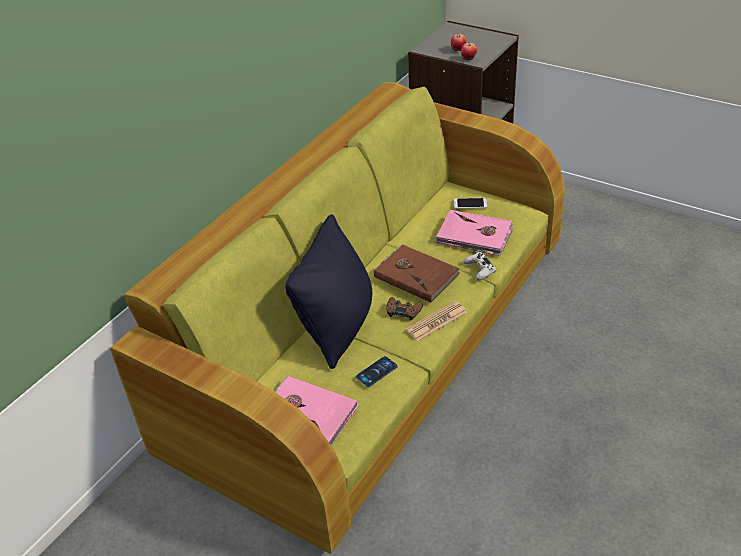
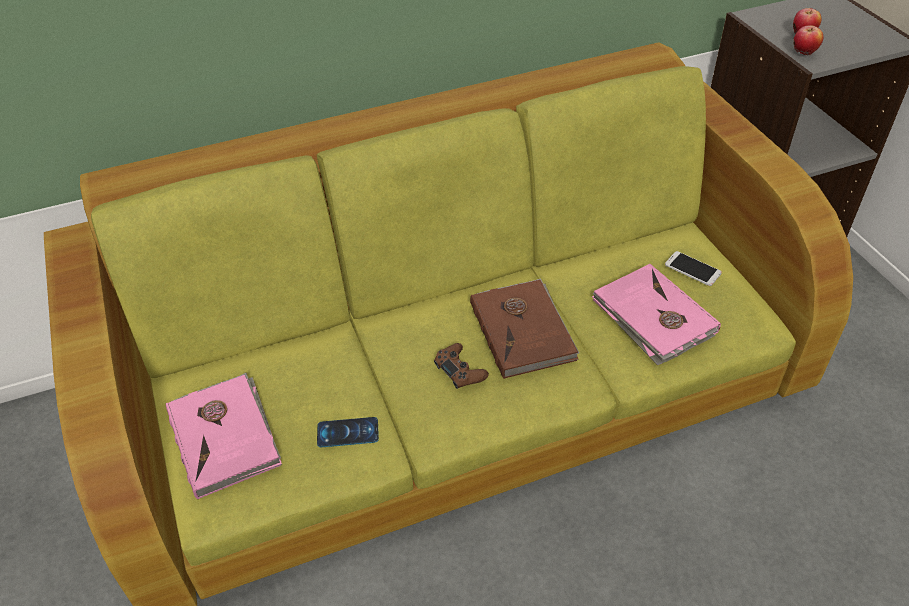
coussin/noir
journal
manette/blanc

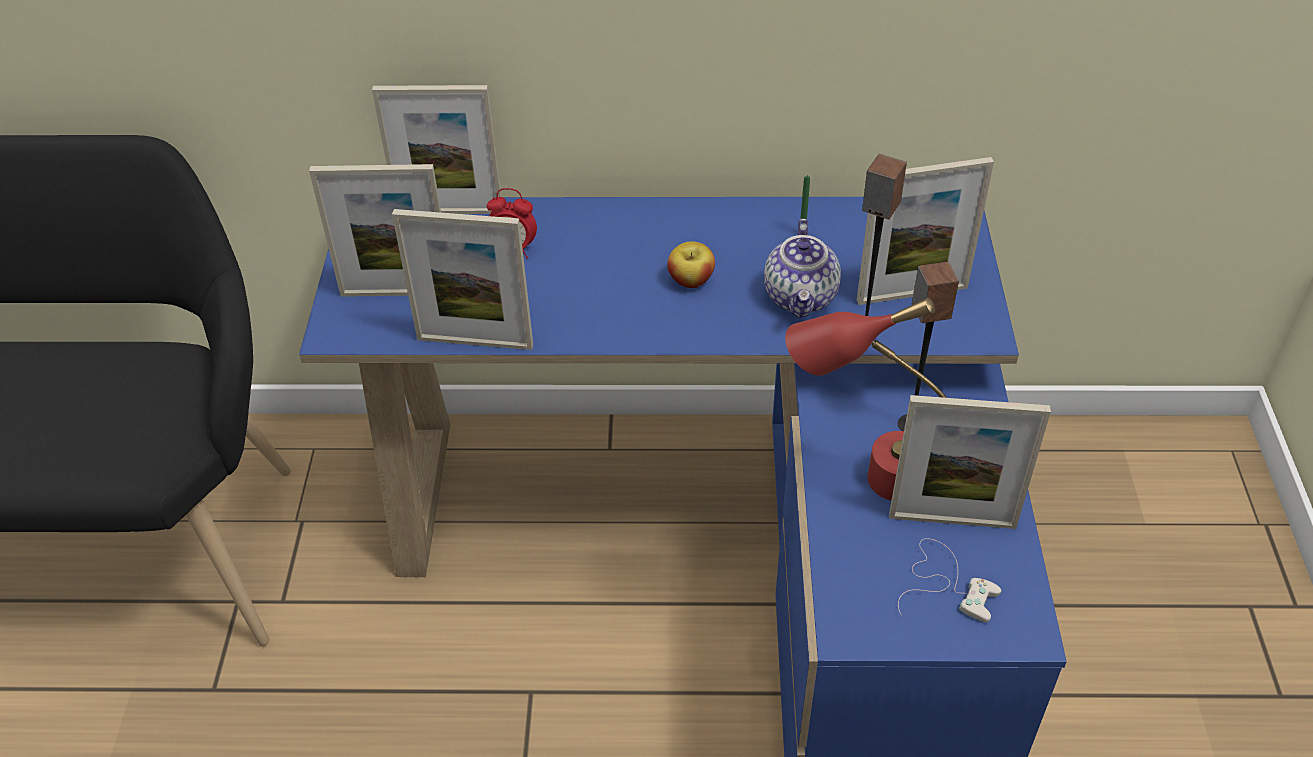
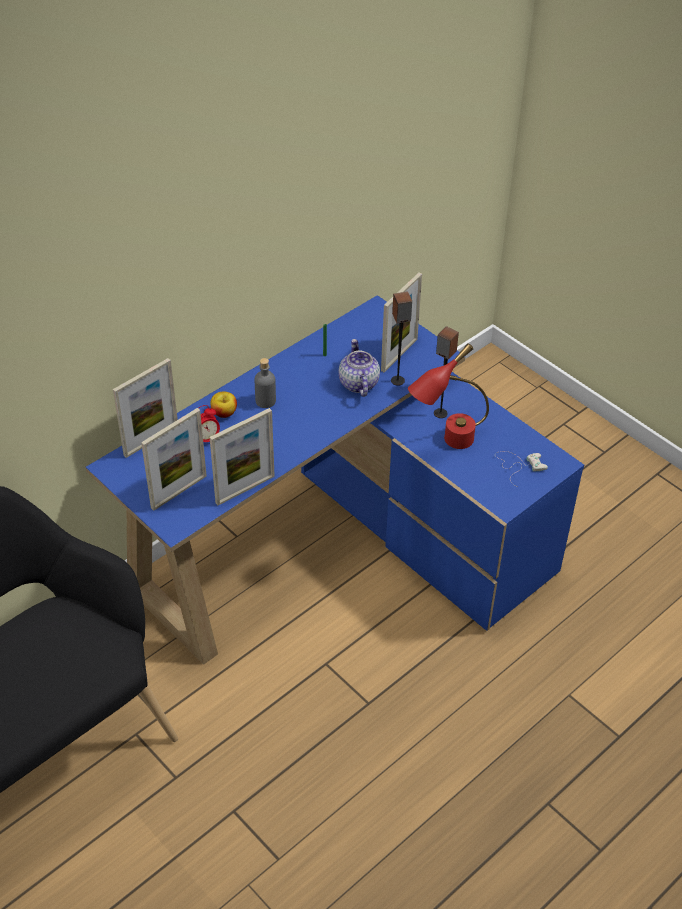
cadre photo (5th from left in the first image)
bouteille/gris
pomme
théière

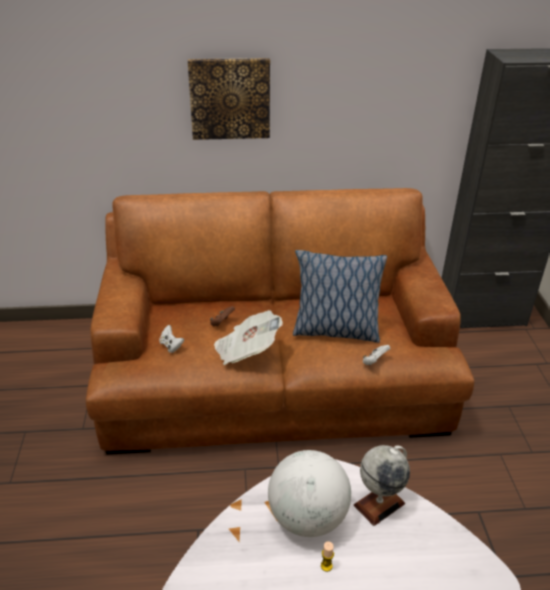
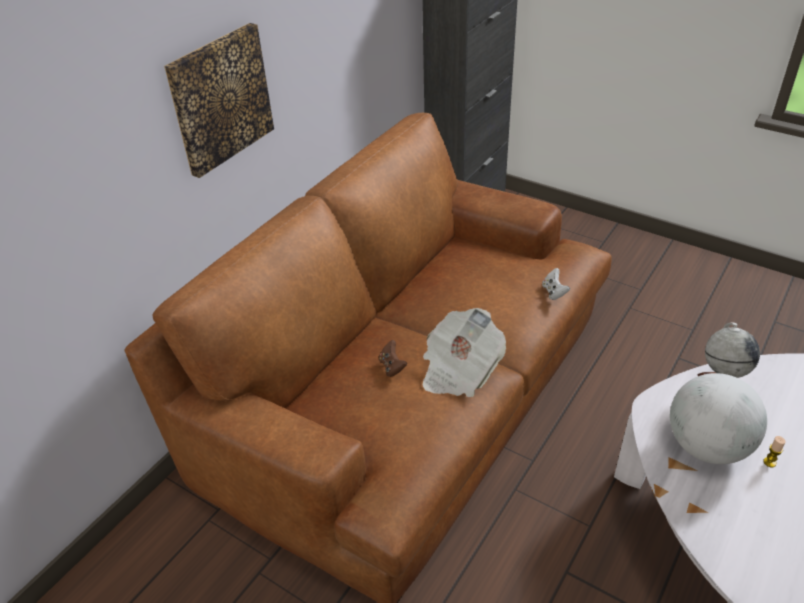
manette/blanc (1st from left in the first image)
coussin

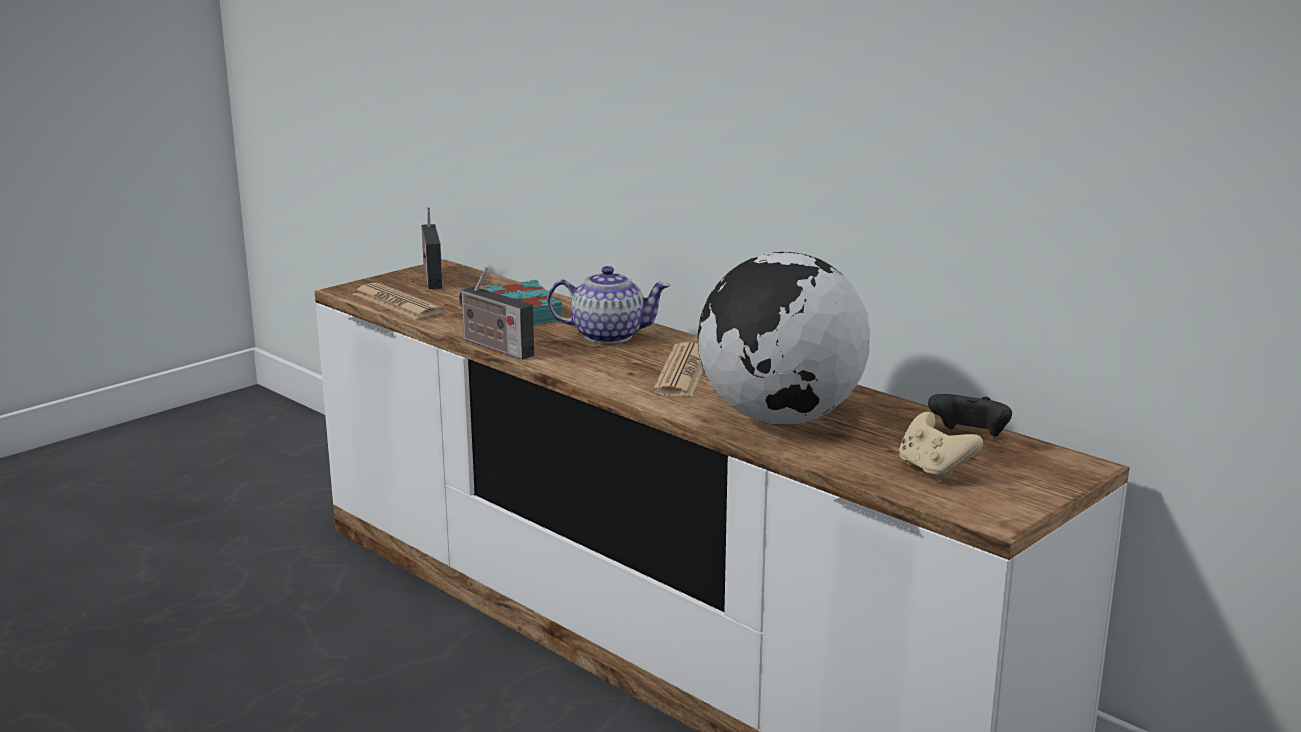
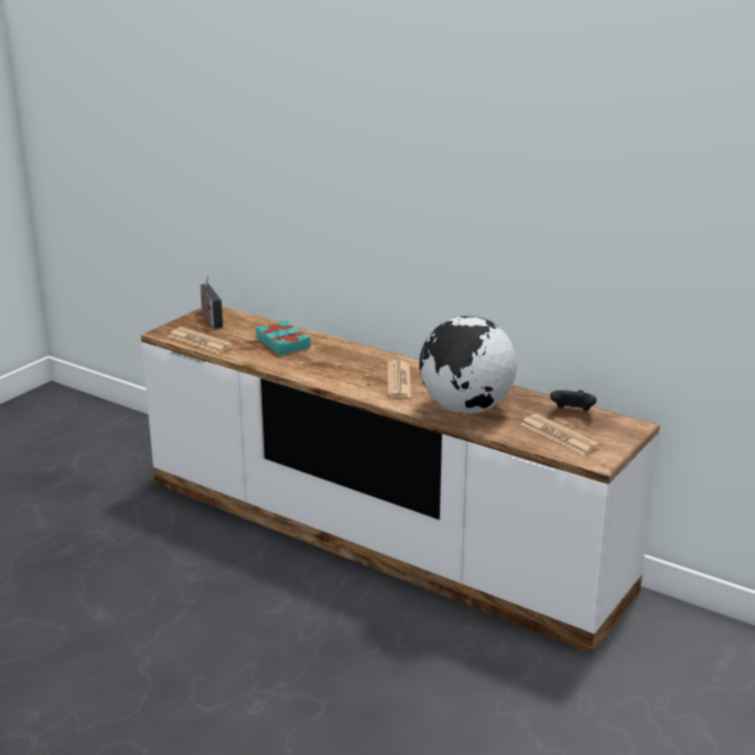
radio (2nd from left in the first image)
théière
journal (3rd from left)

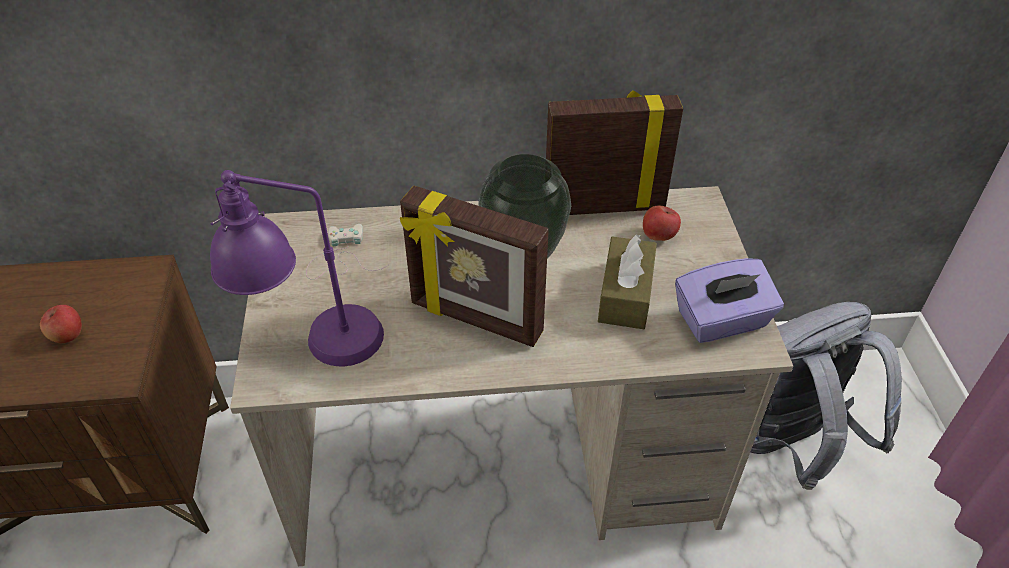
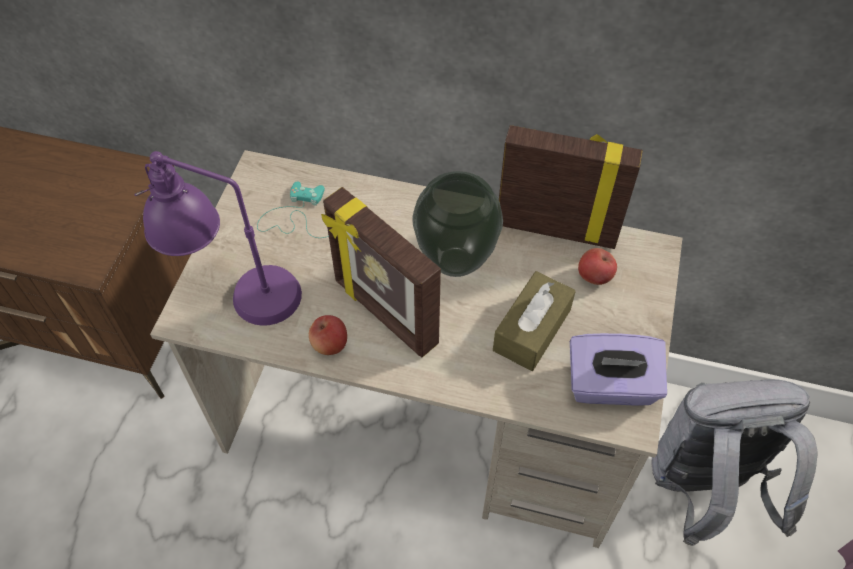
pomme (1st from left)
manette/turquoise

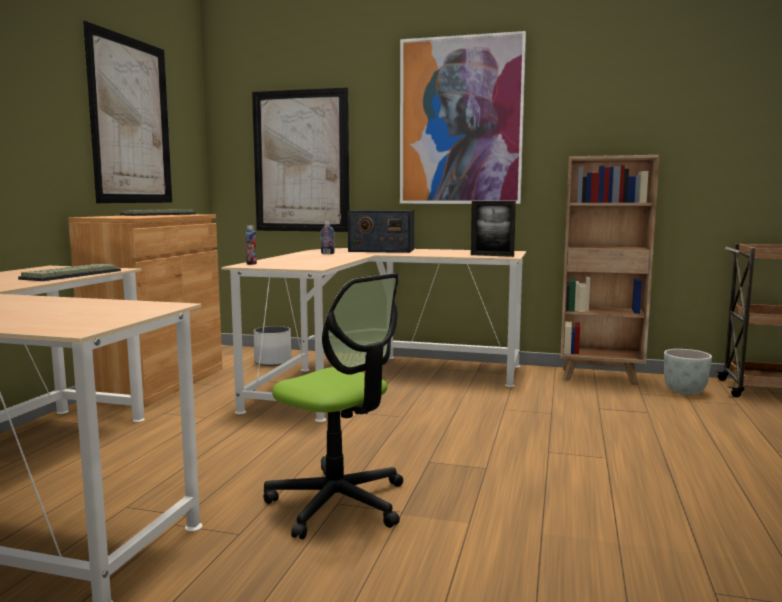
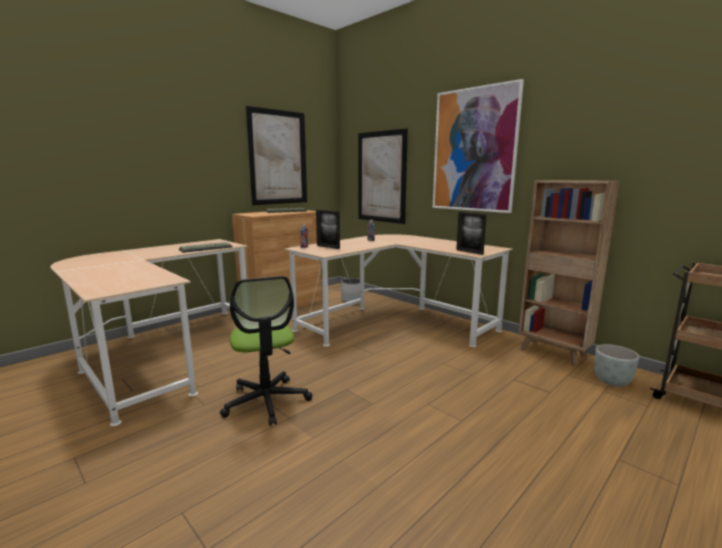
radio
cadre photo (1st from left)

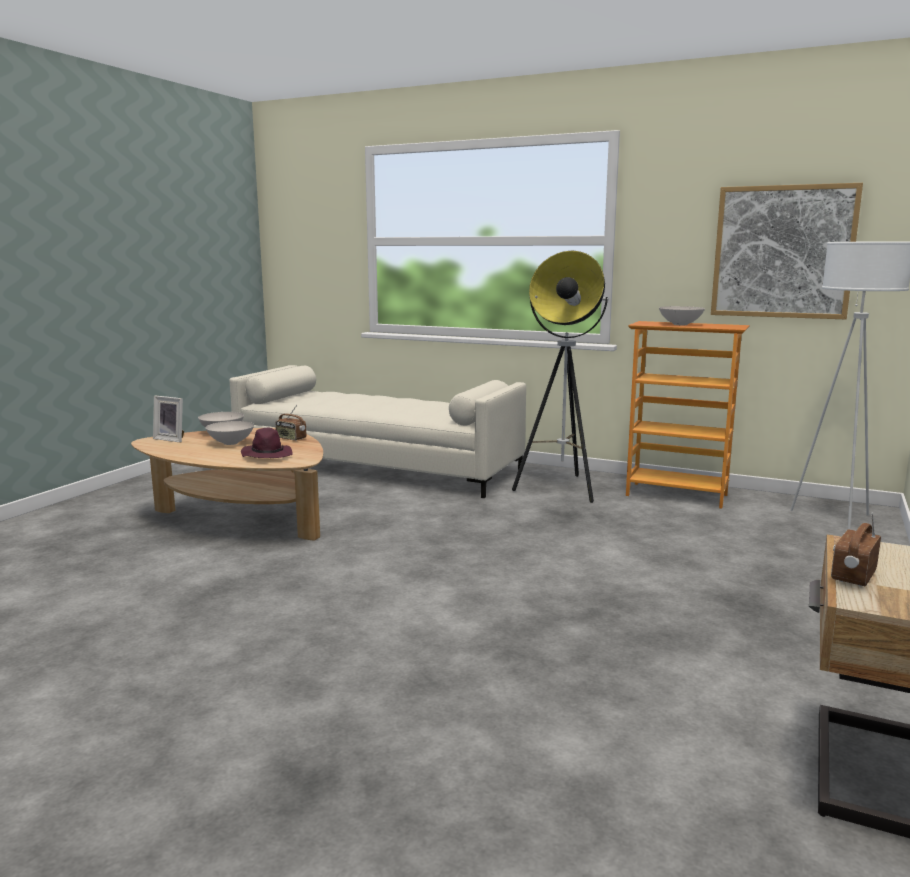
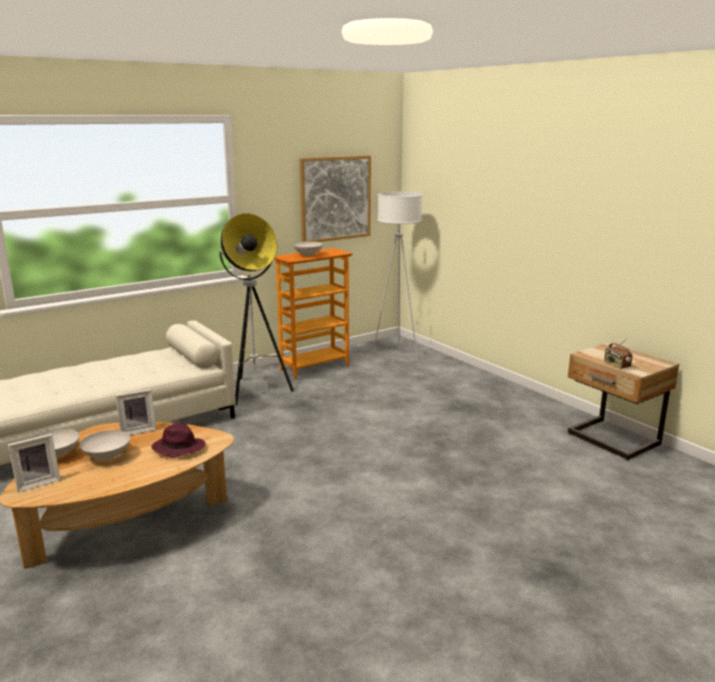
cadre photo (2nd from left)

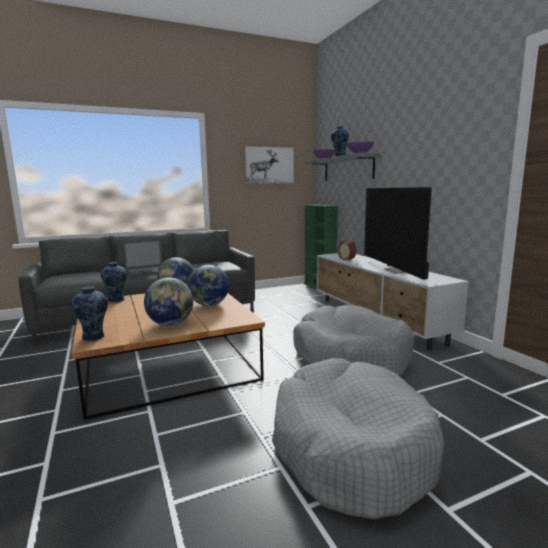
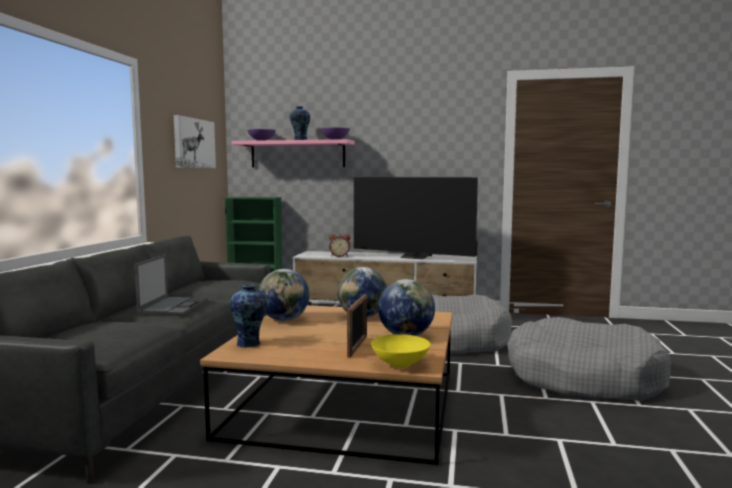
cadre photo
bol/jaune
étagère/rose

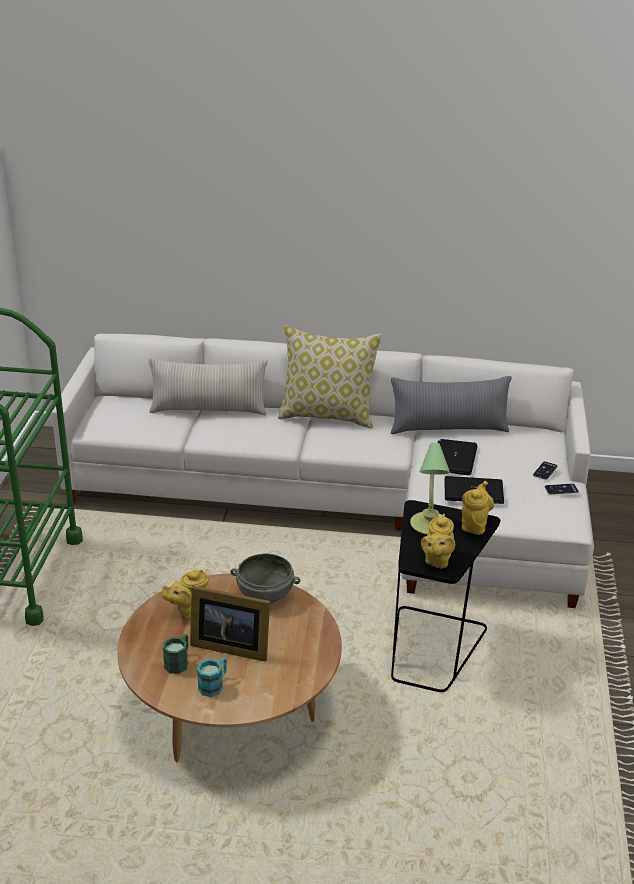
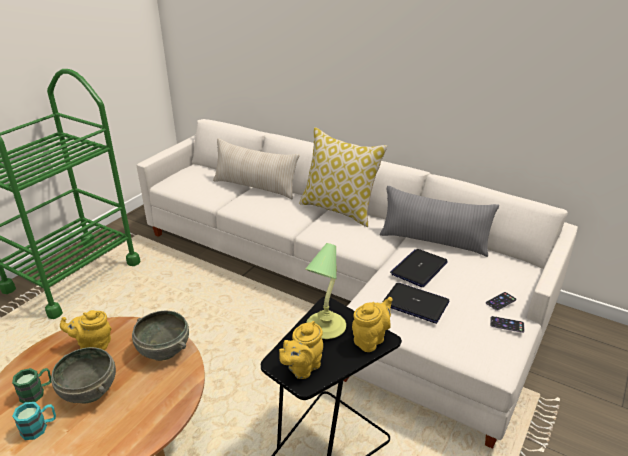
bol/gris (1st from left)

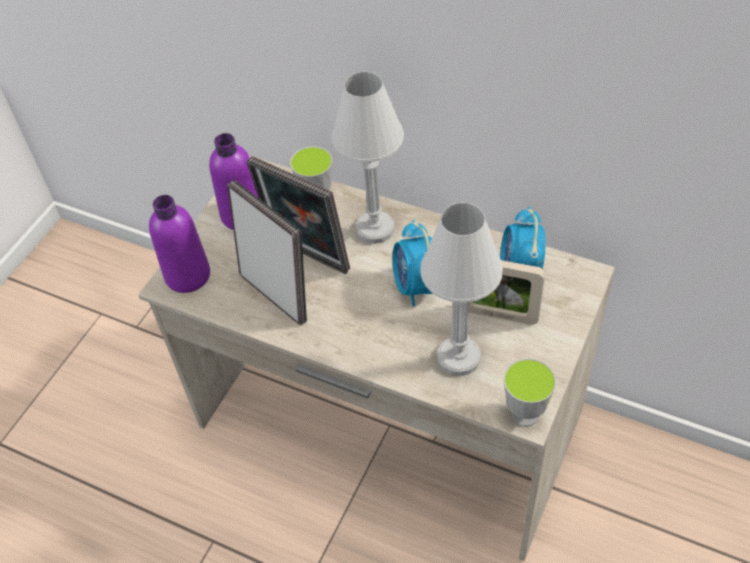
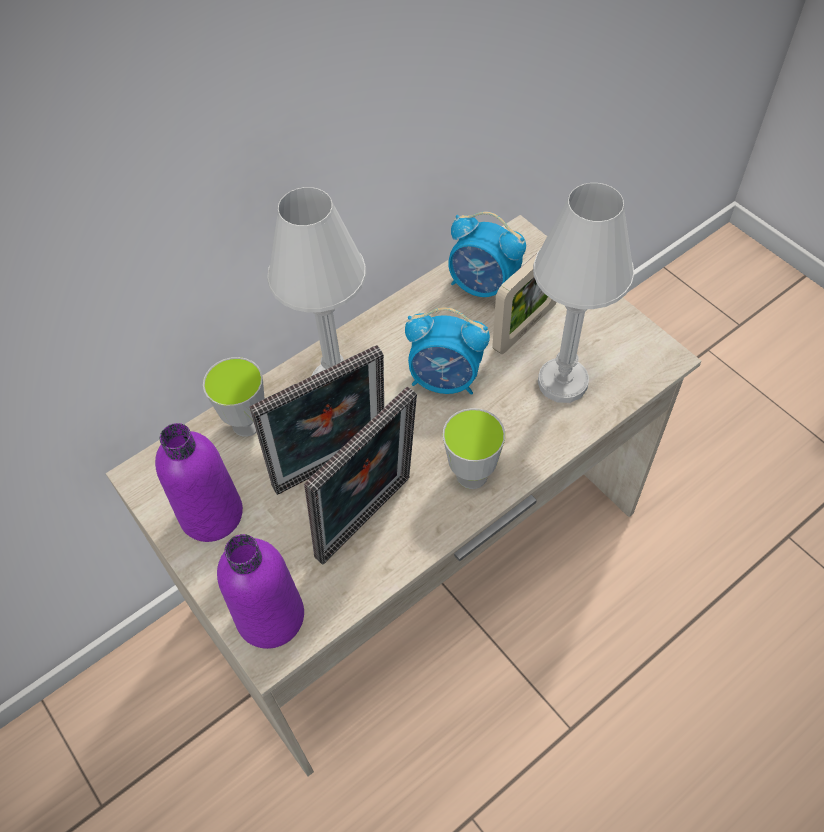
tasse (2nd from left)
cadre photo (2nd from left)

